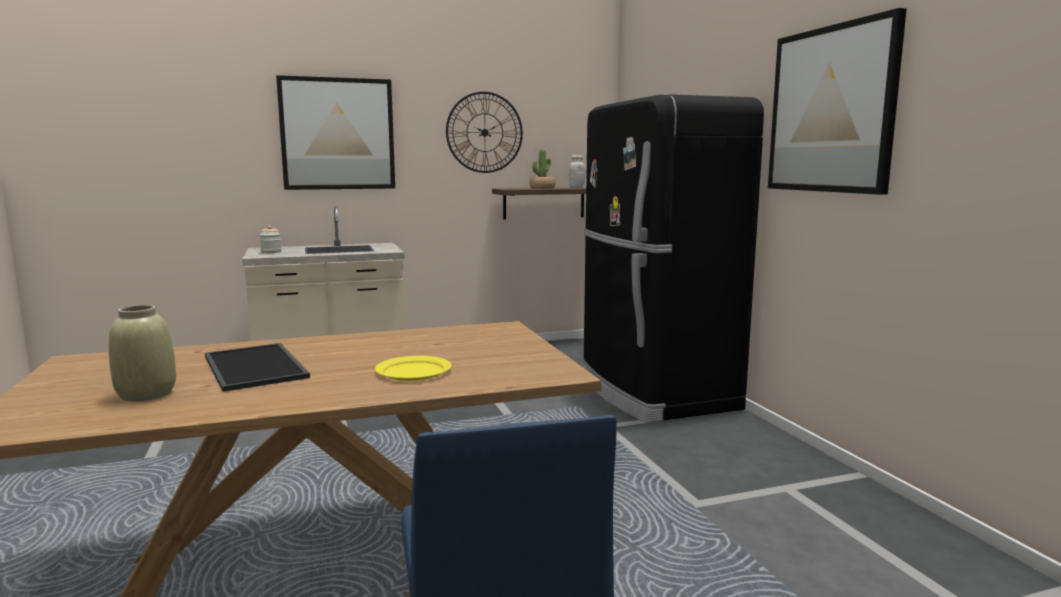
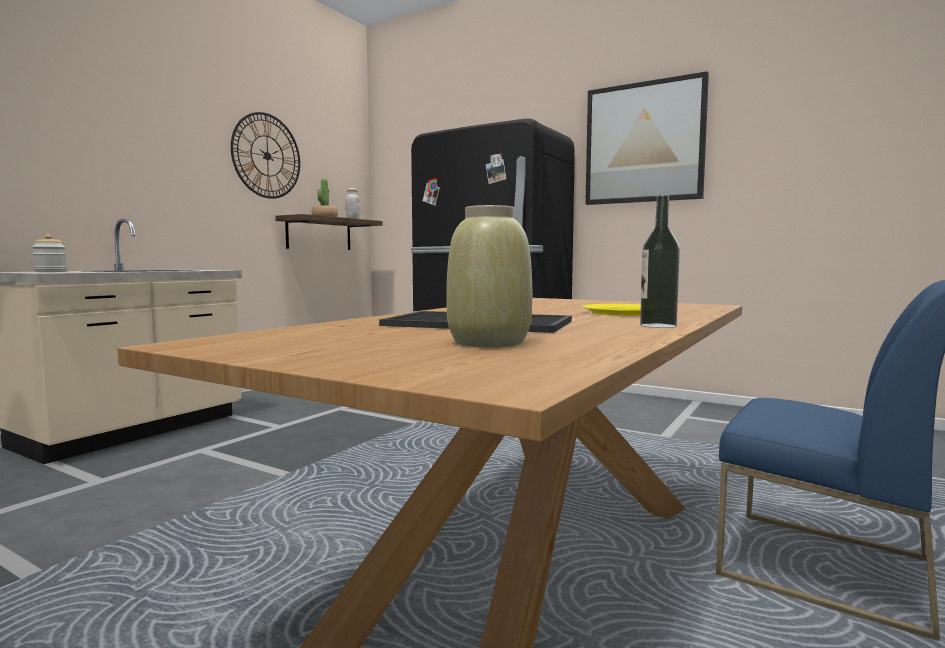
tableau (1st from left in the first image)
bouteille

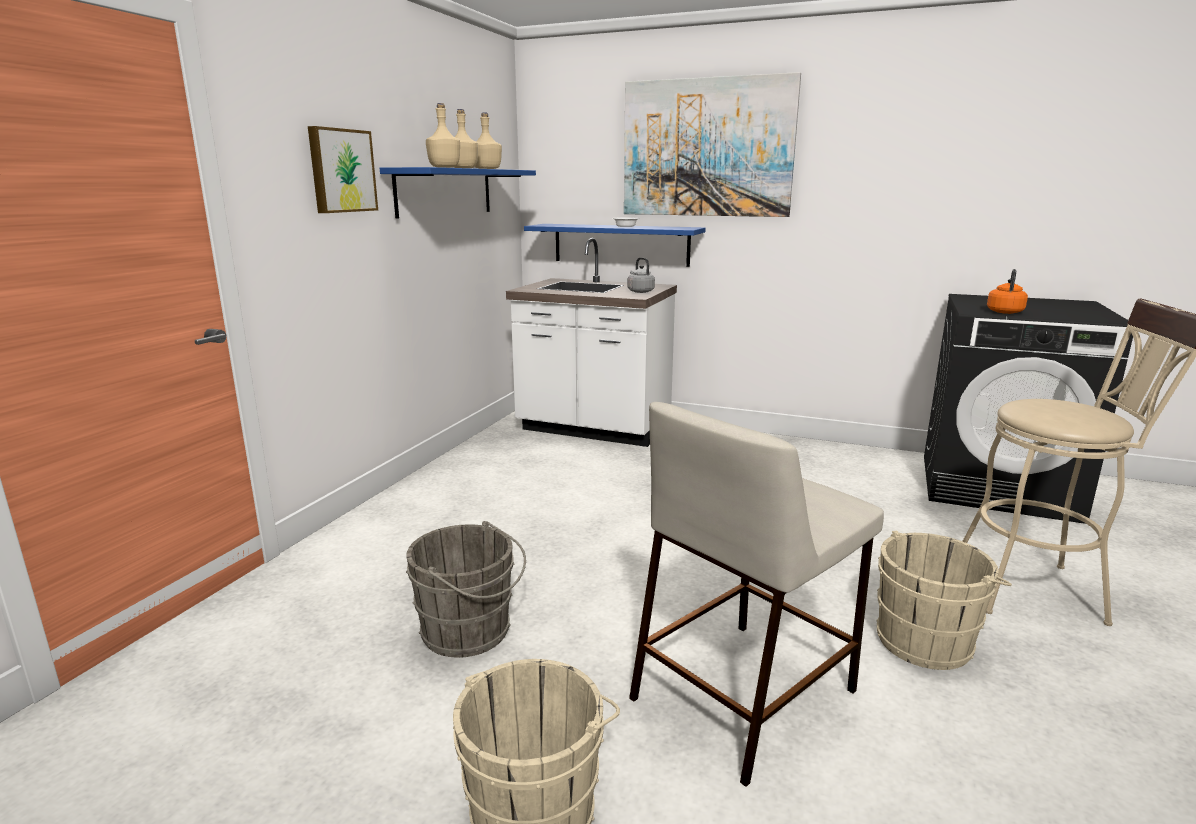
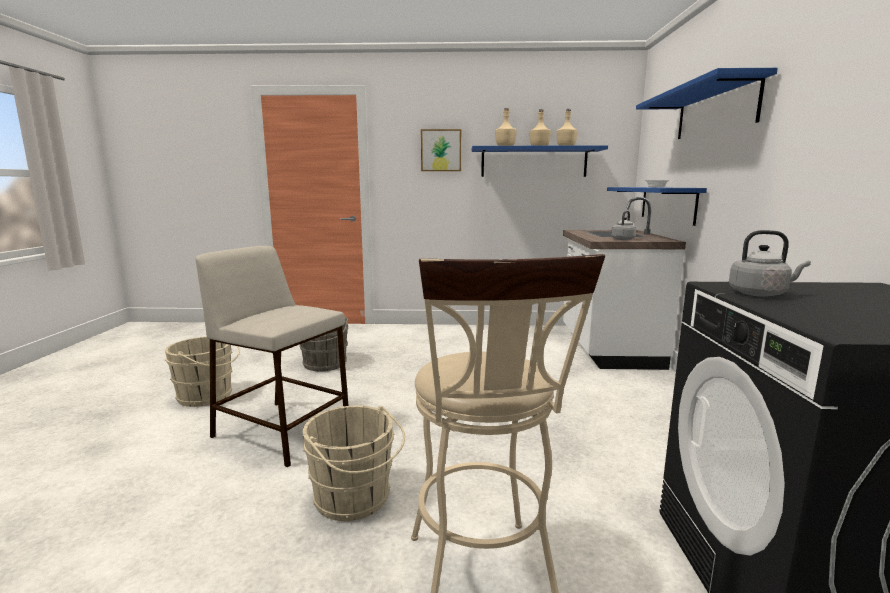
étagère/bleu (3rd from left)
bouilloire/gris (2nd from left)

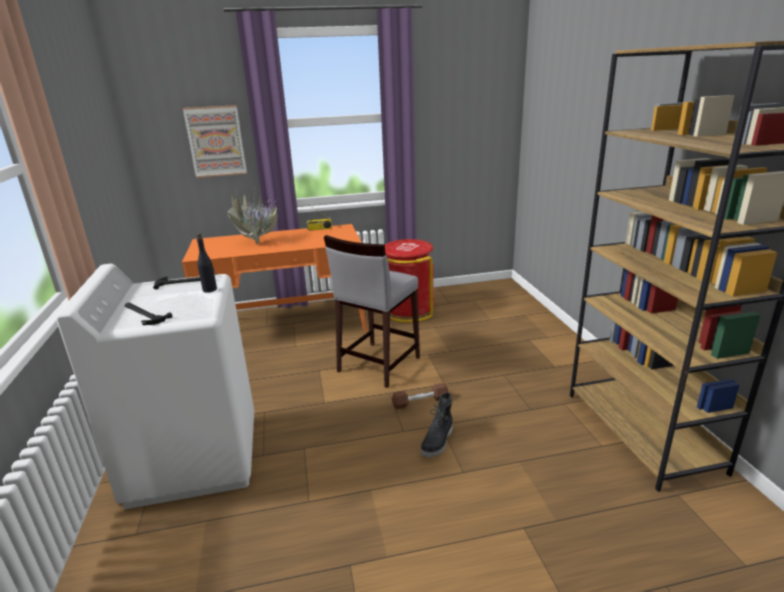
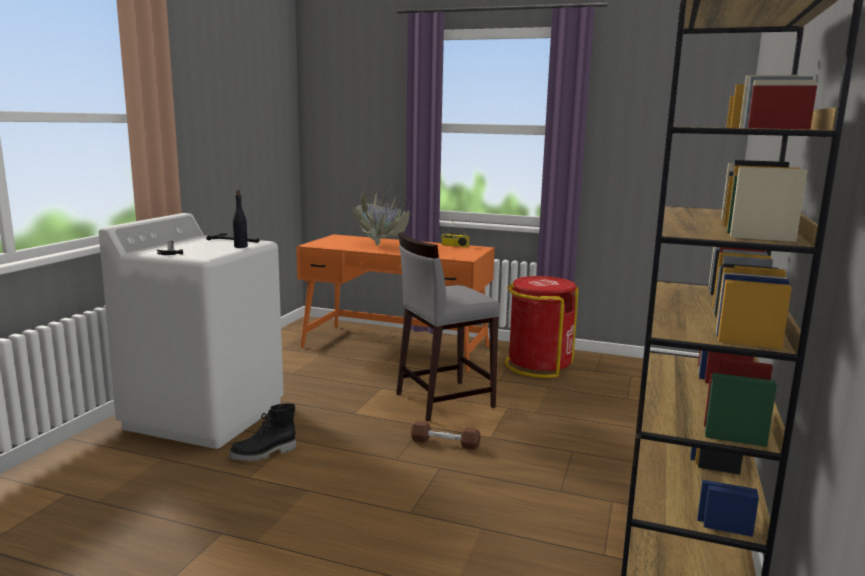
tableau
botte/noir

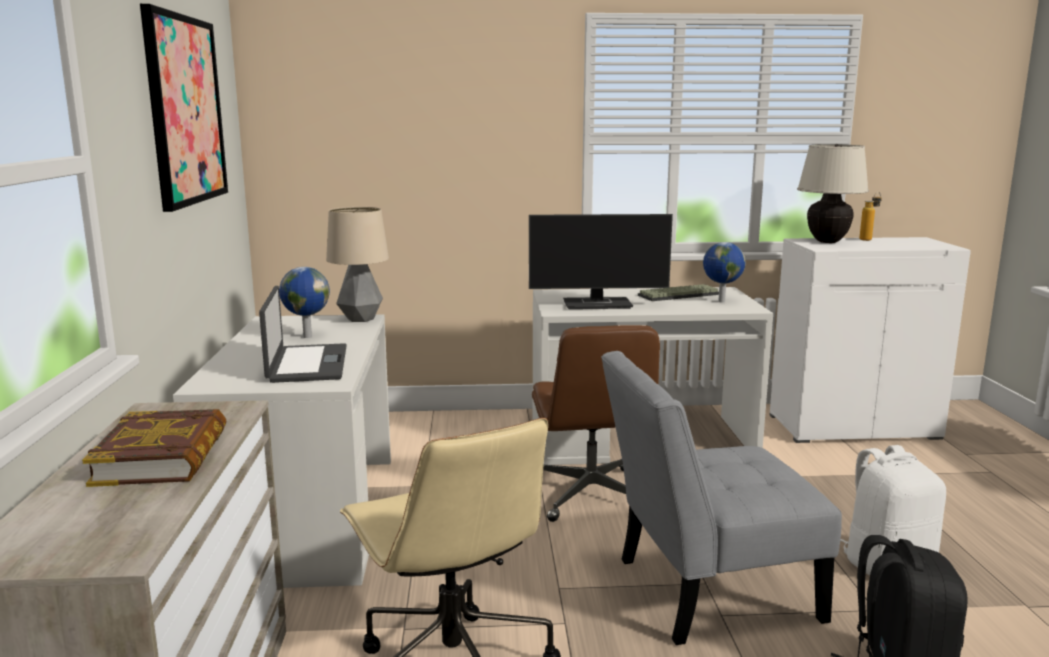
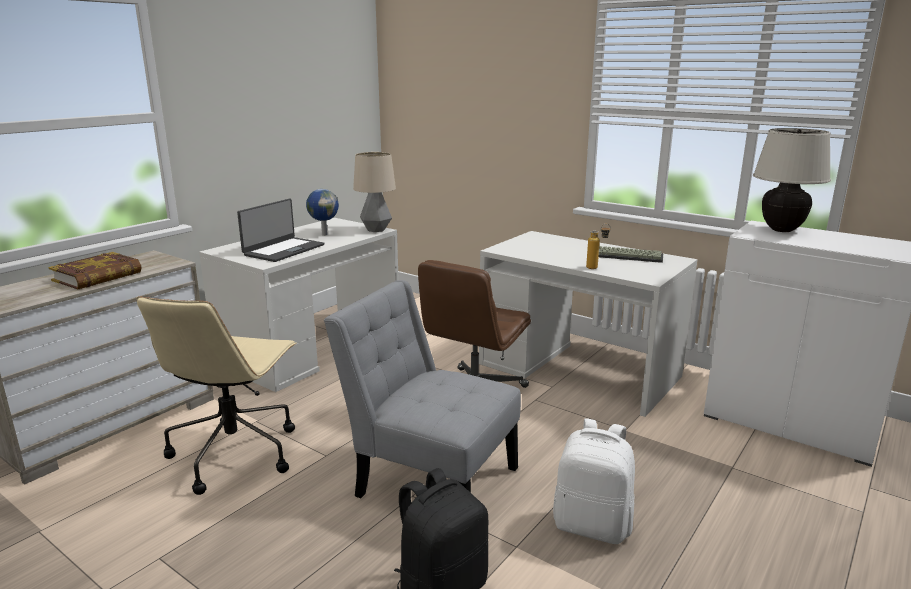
tableau
écran d'ordinateur
globe (2nd from left in the first image)
bouteille

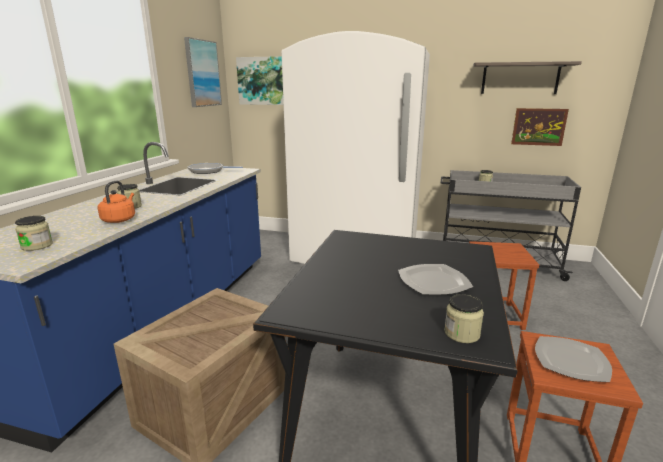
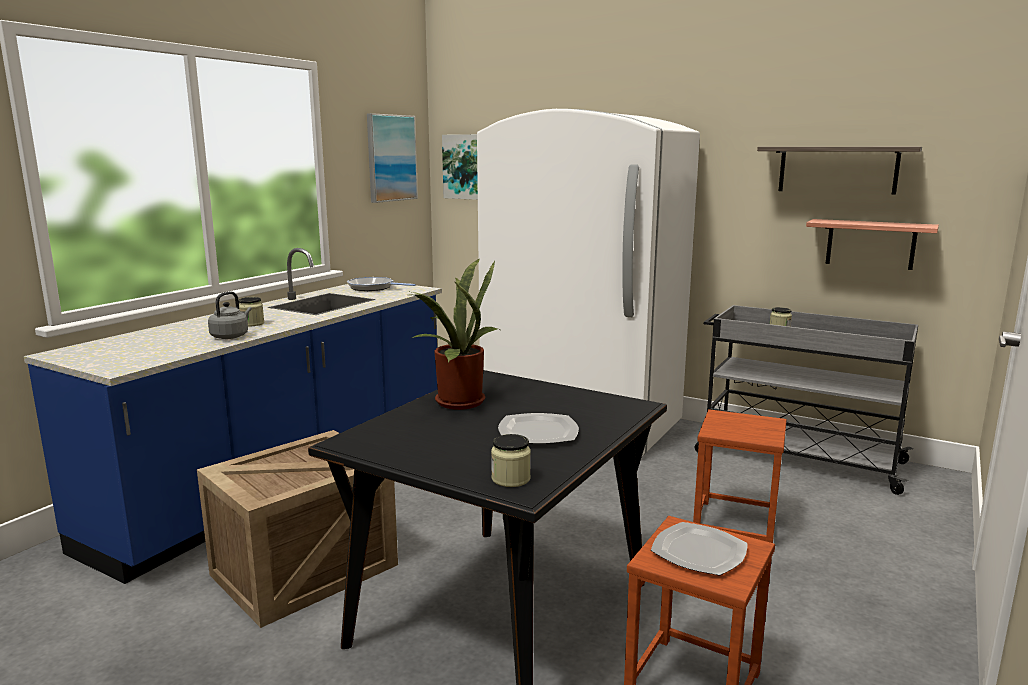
bocal (1st from left in the first image)
plante en pot
étagère (2nd from left)
bouilloire/gris

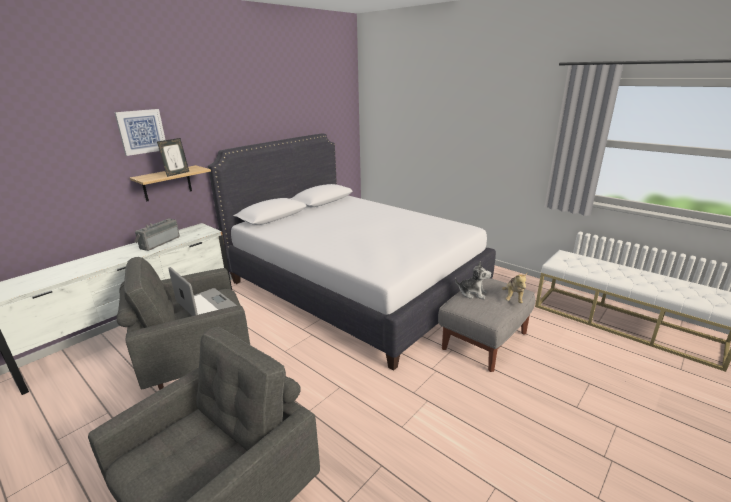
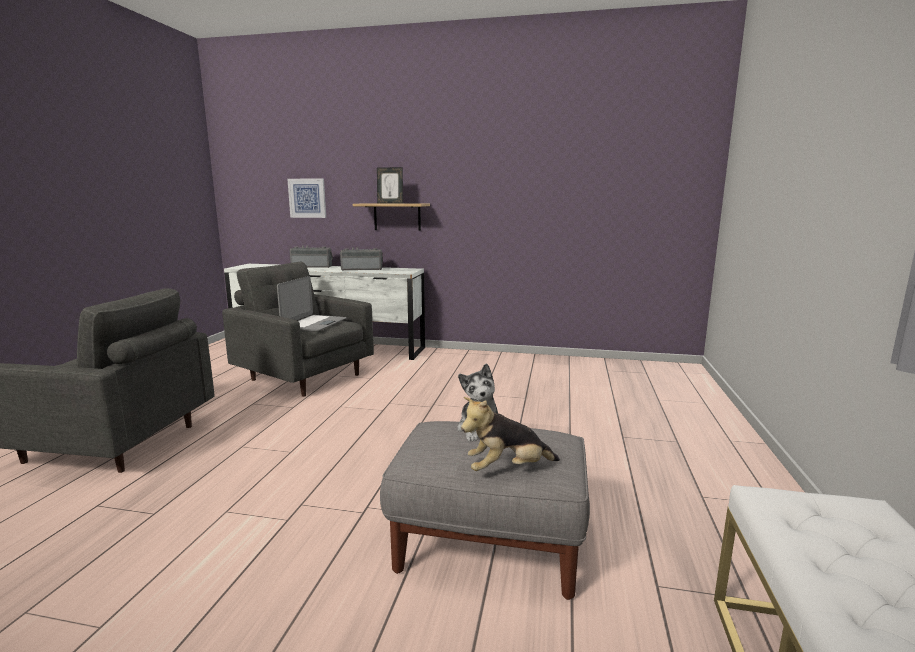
lit/blanc
radio (1st from left)
tableau

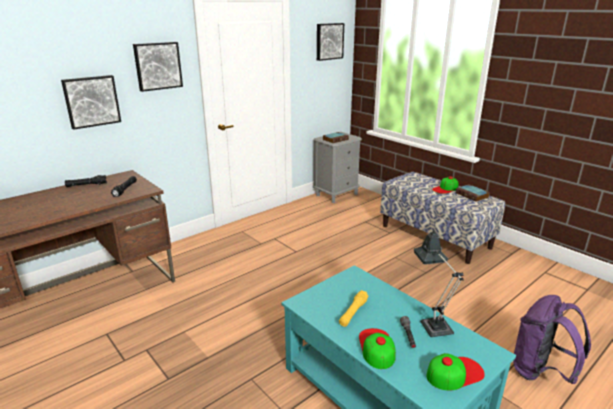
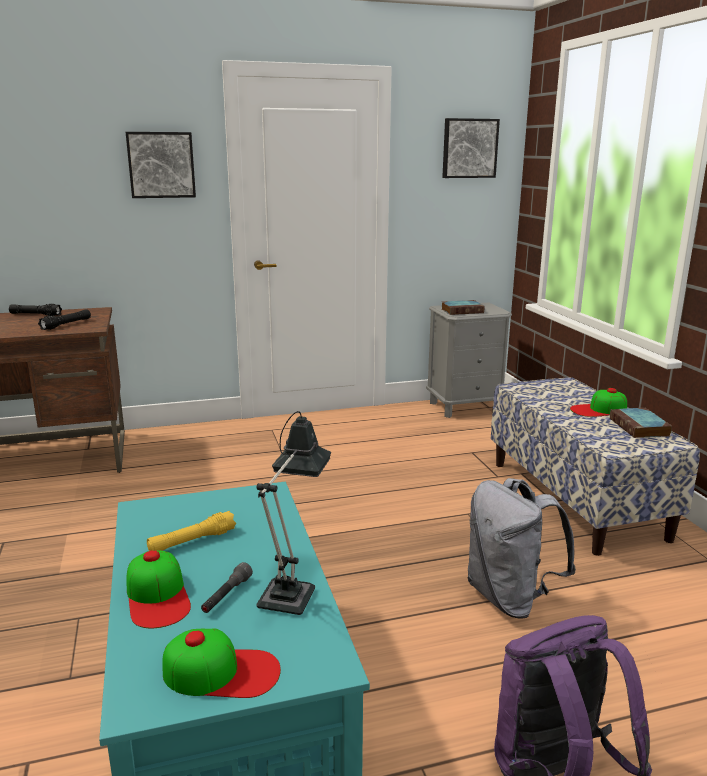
tableau (1st from left in the first image)
sac à dos/gris
casquette (1st from left)

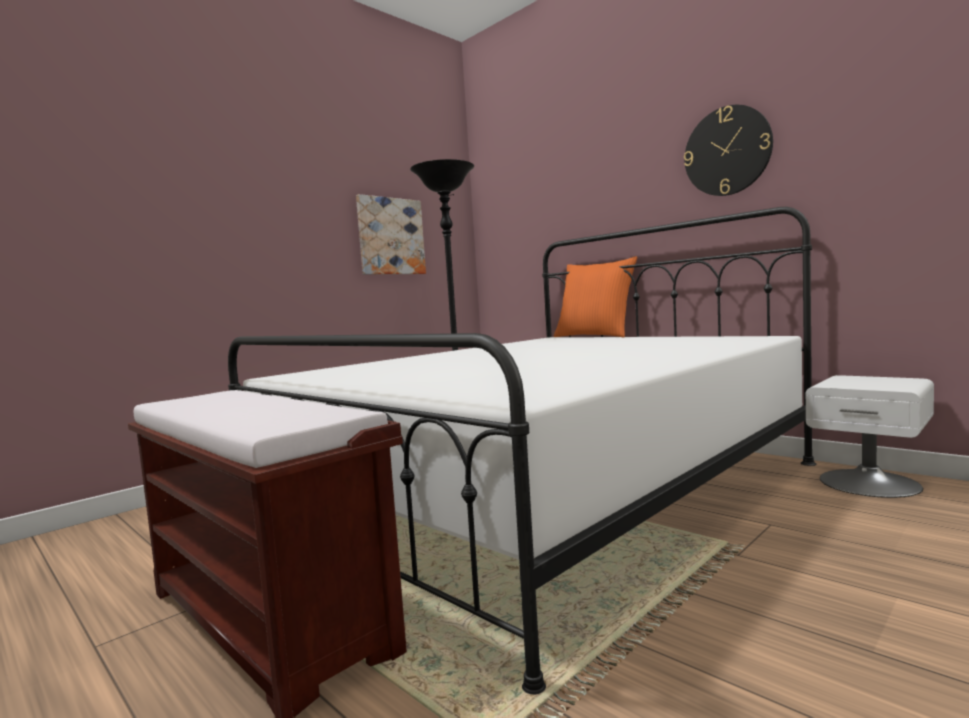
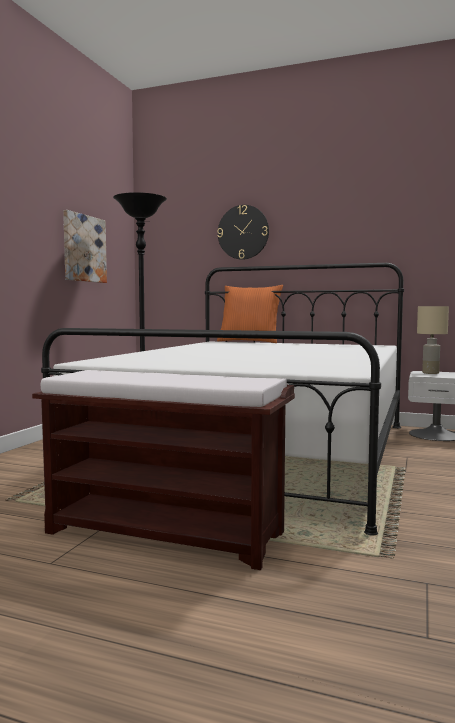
lampe de table/beige
horloge murale

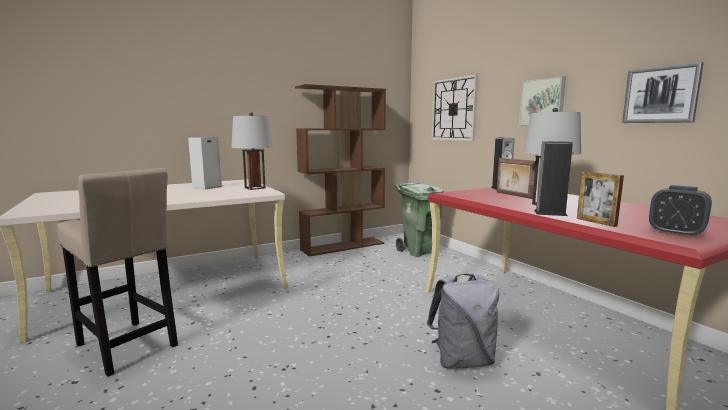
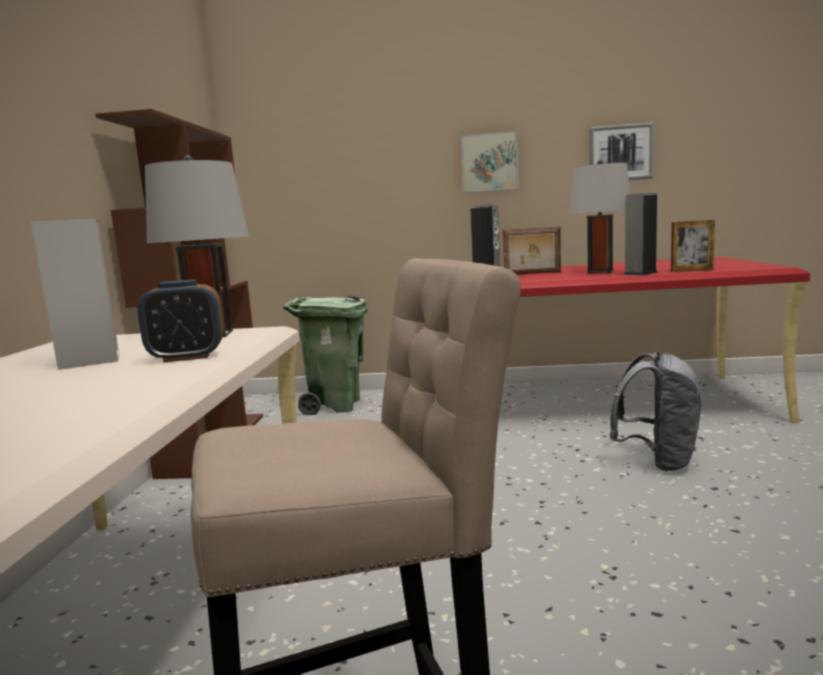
horloge murale
réveil

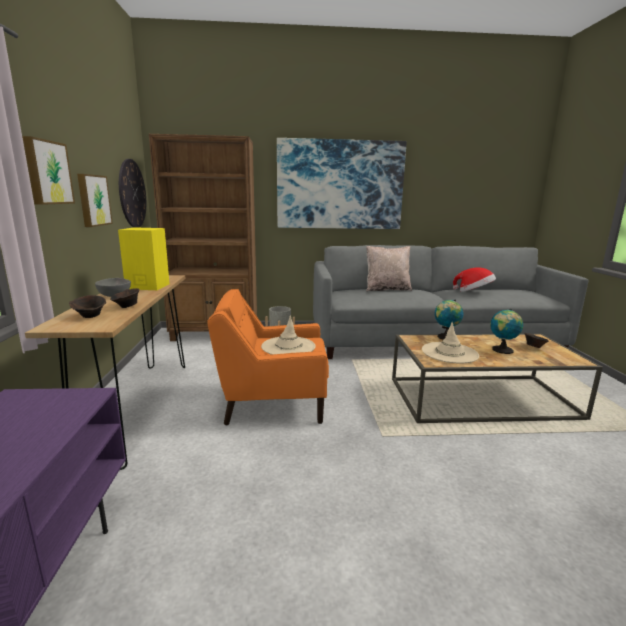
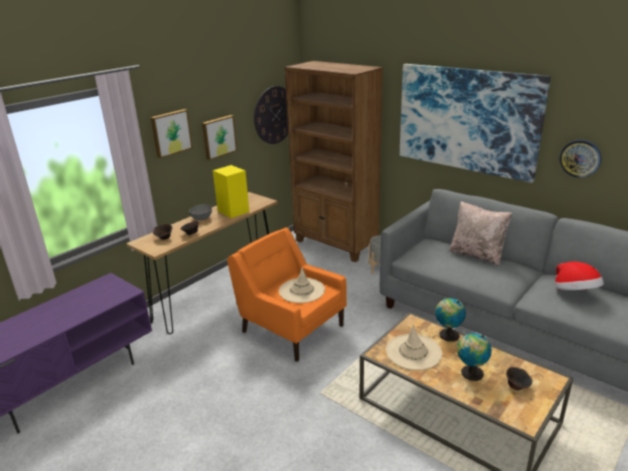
horloge murale (2nd from left)

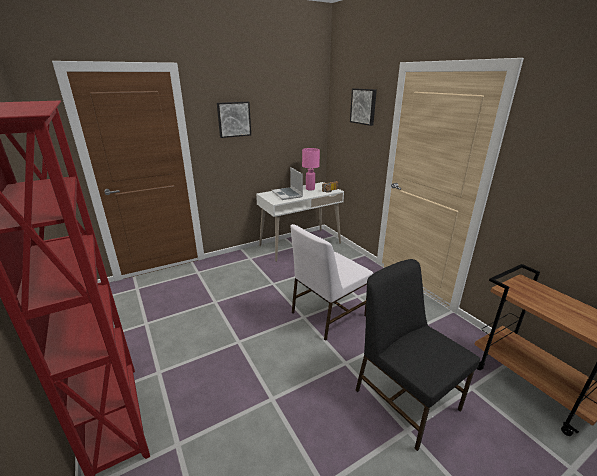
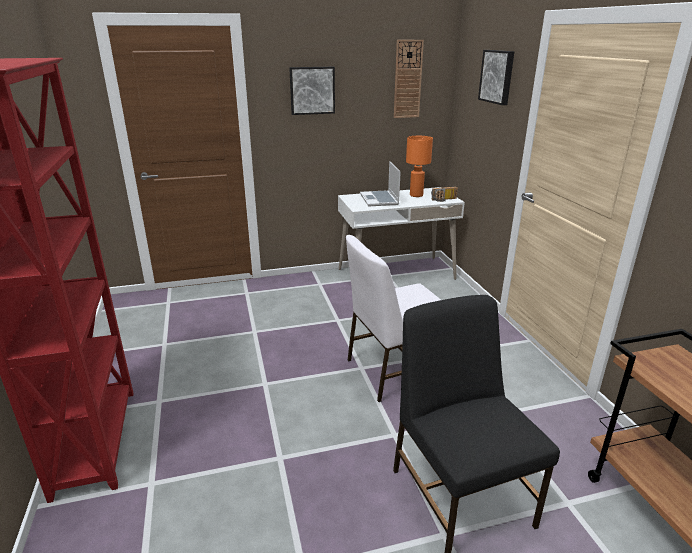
horloge murale
lampe de table/orange

